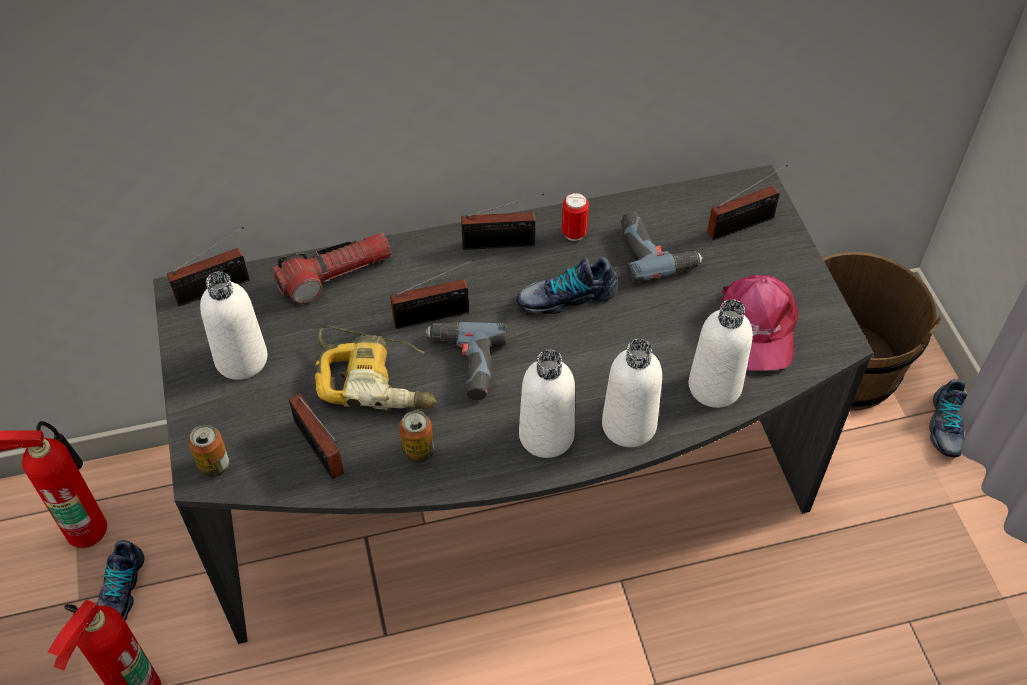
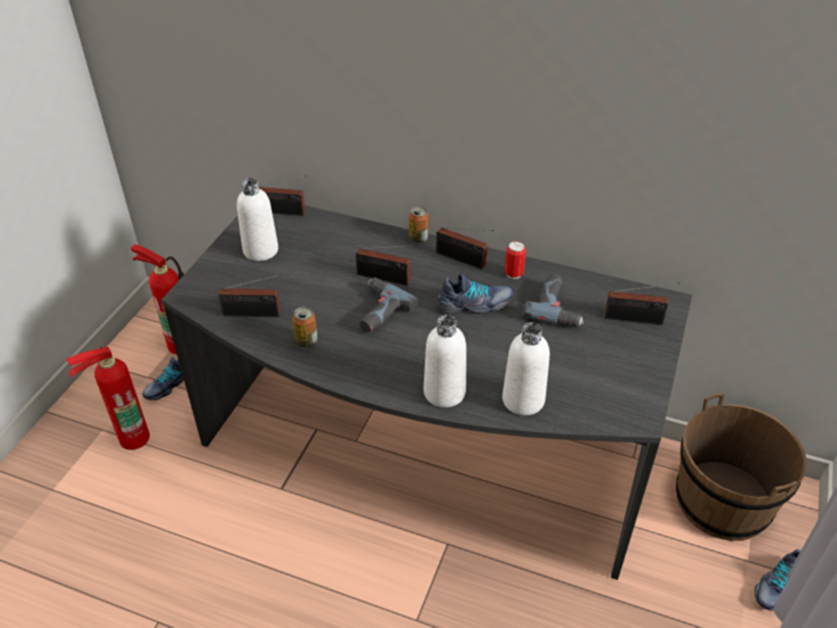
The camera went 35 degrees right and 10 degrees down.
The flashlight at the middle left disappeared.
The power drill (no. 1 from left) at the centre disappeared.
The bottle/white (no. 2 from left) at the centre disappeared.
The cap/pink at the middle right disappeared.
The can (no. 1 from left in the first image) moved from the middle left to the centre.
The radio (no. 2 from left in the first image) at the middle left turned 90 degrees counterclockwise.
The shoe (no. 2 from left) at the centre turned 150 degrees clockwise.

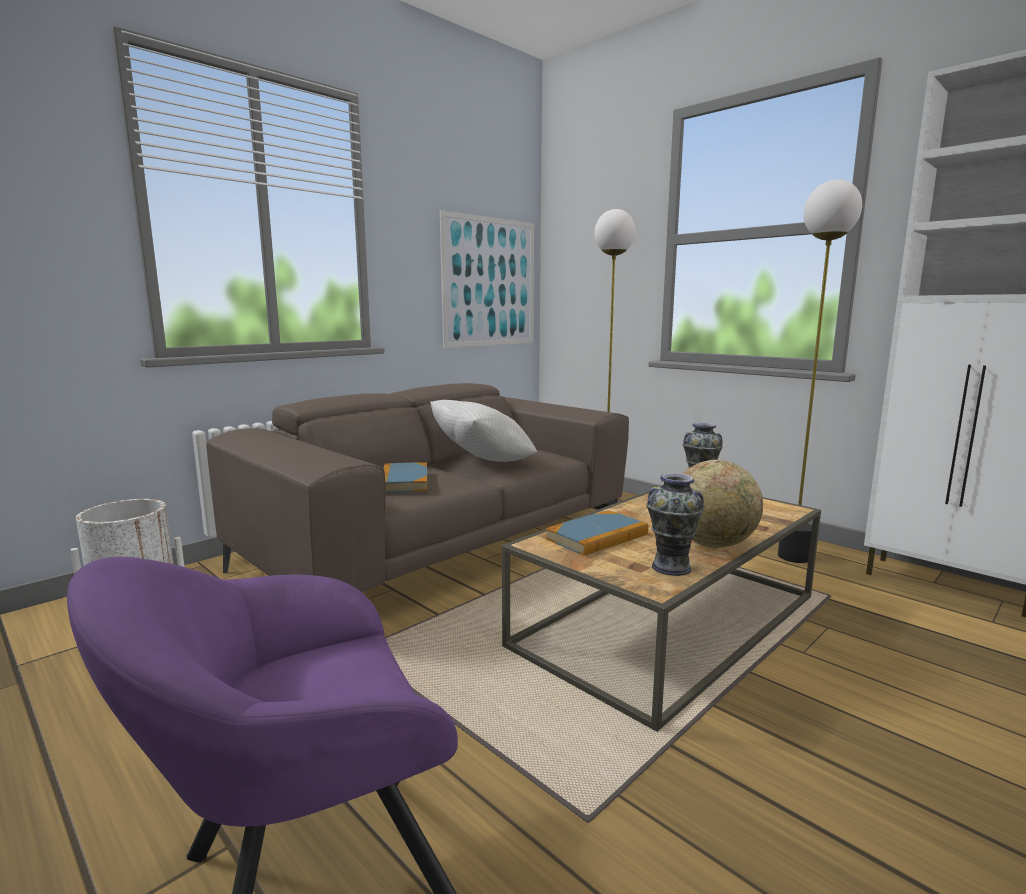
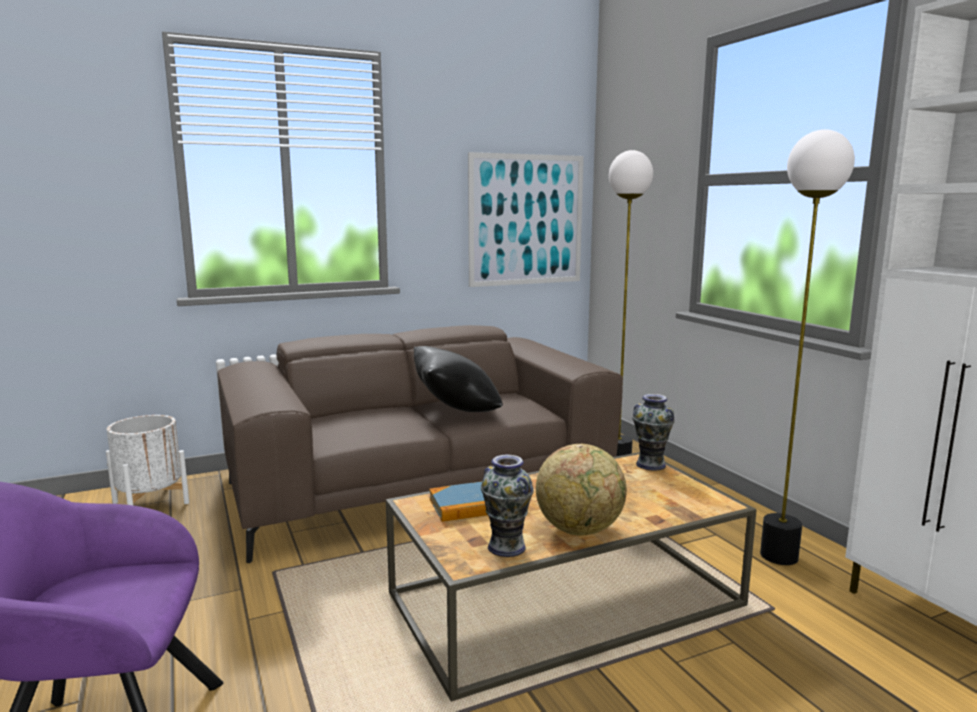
The camera went 20 degrees right and 0 degrees up.
The book (no. 1 from left) at the centre disappeared.
The pillow/white at the centre became the pillow/black at the centre.

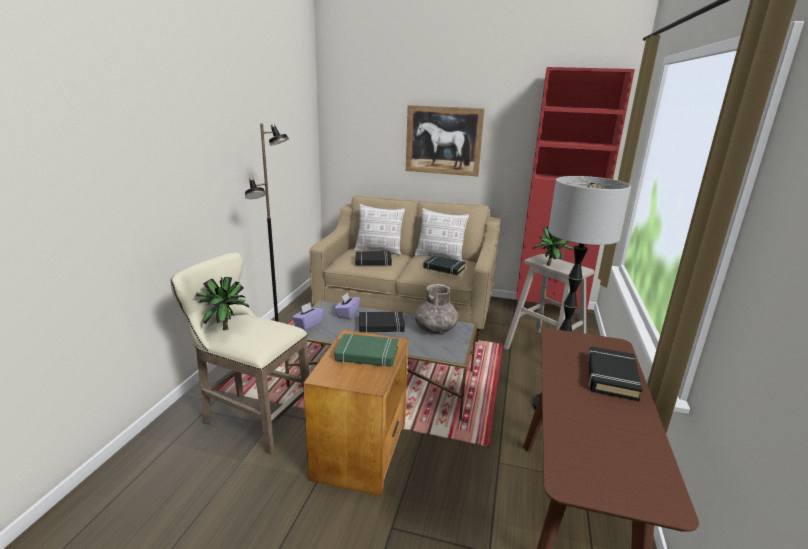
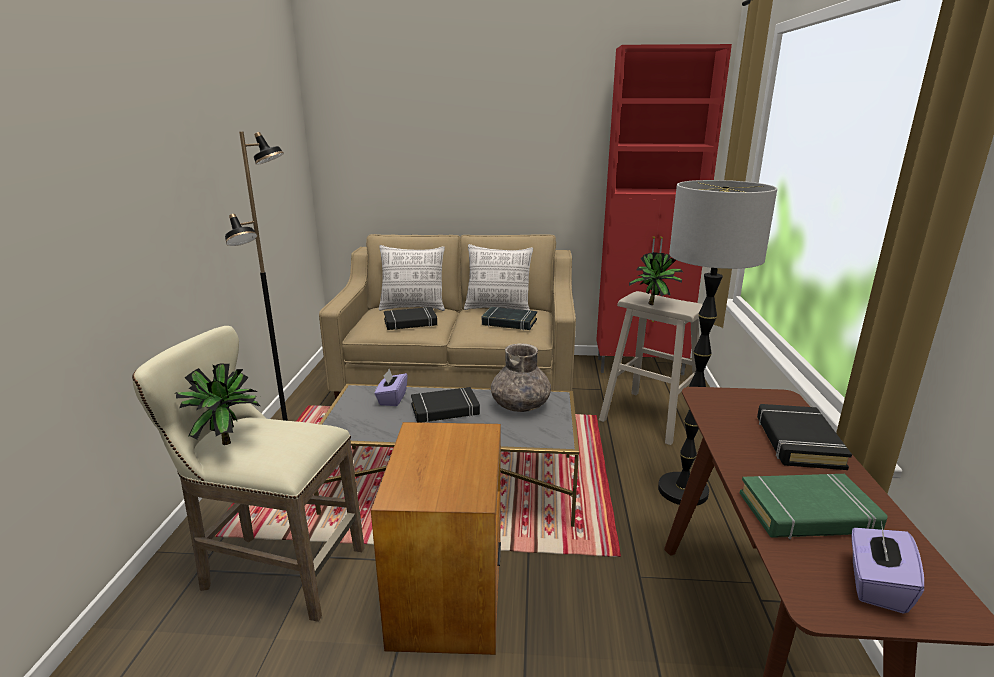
The camera went 10 degrees left and 0 degrees up.
The picture at the top centre disappeared.
The tissue box/purple (no. 1 from left in the first image) moved from the centre to the bottom right.
The book/green moved from the centre to the bottom right.

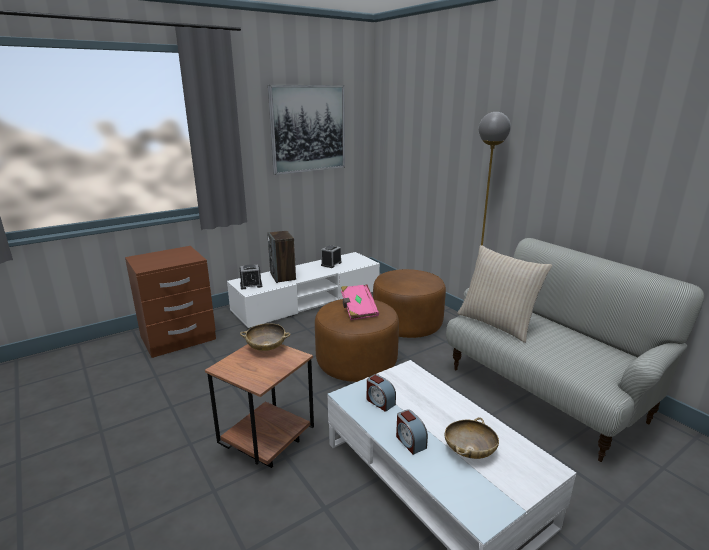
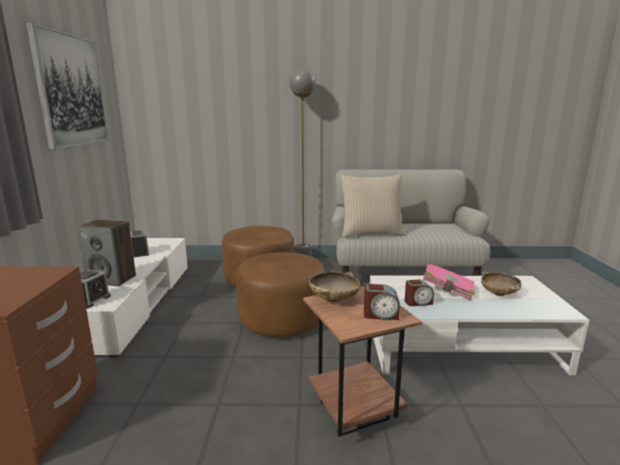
The camera went 55 degrees left and 5 degrees down.
The book/pink moved from the centre to the middle right.
The alarm clock (no. 4 from left in the first image) moved from the bottom centre to the centre.

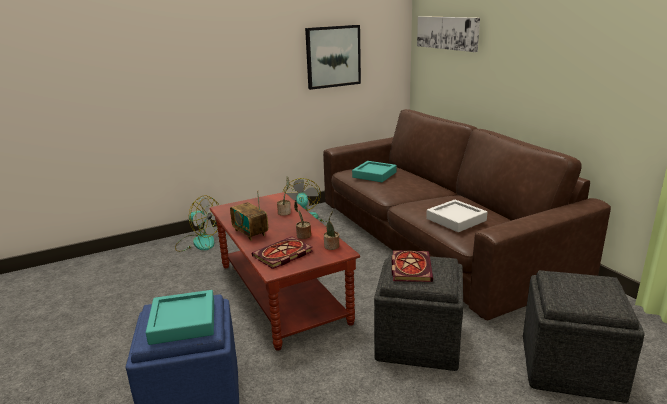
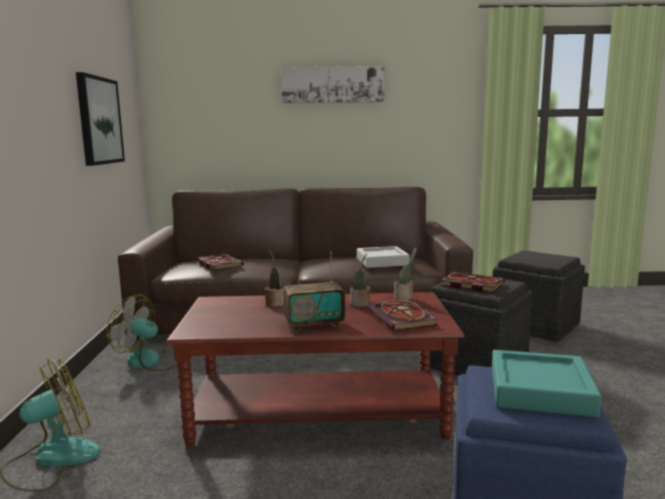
The camera went 65 degrees left and 10 degrees down.
The picture (no. 2 from left) moved from the top right to the top centre.
The tray/turquoise (no. 2 from left) at the centre was replaced by the book (no. 1 from left) at the middle left.

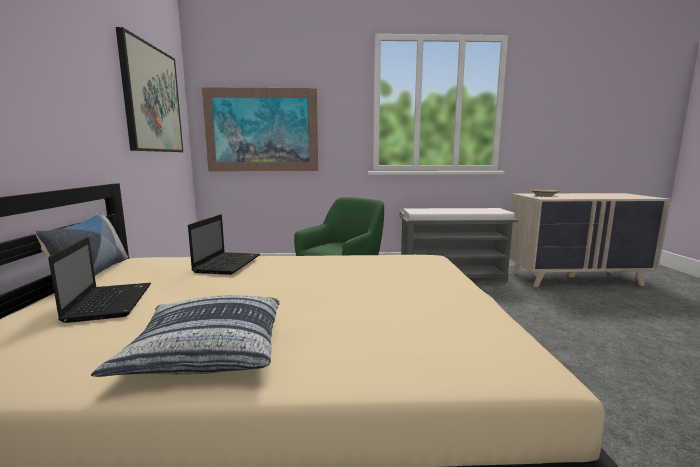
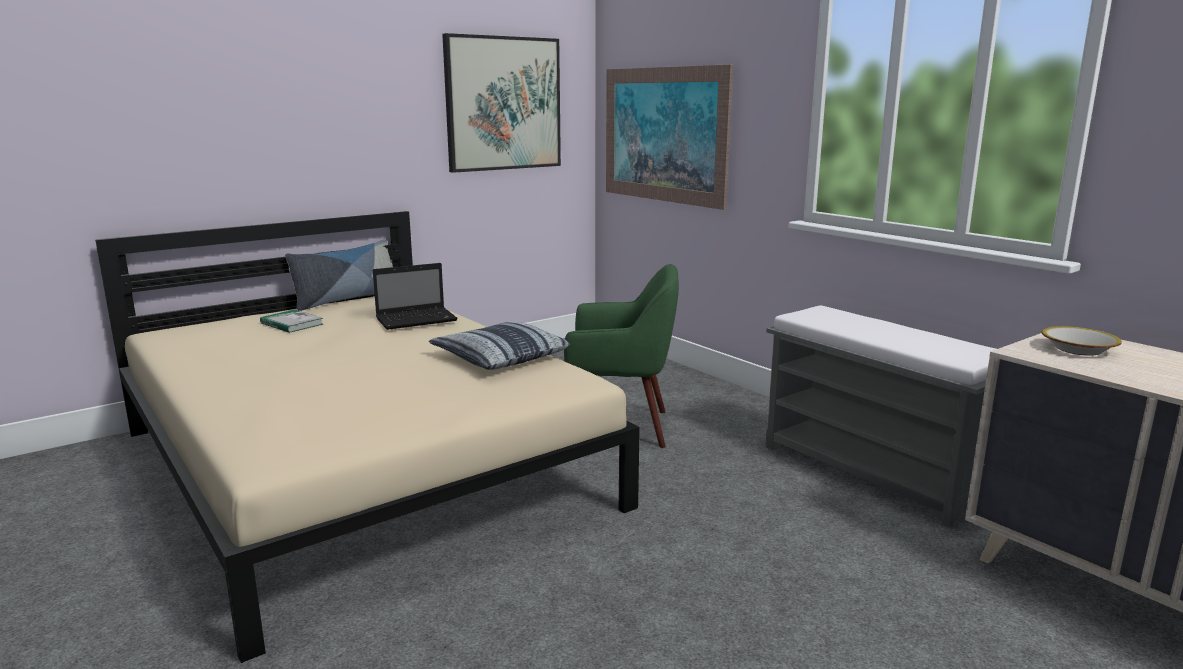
The camera went 55 degrees right and 5 degrees up.
The pillow (no. 2 from left) moved from the bottom left to the centre.
The laptop (no. 1 from left) at the middle left was replaced by the book at the middle left.

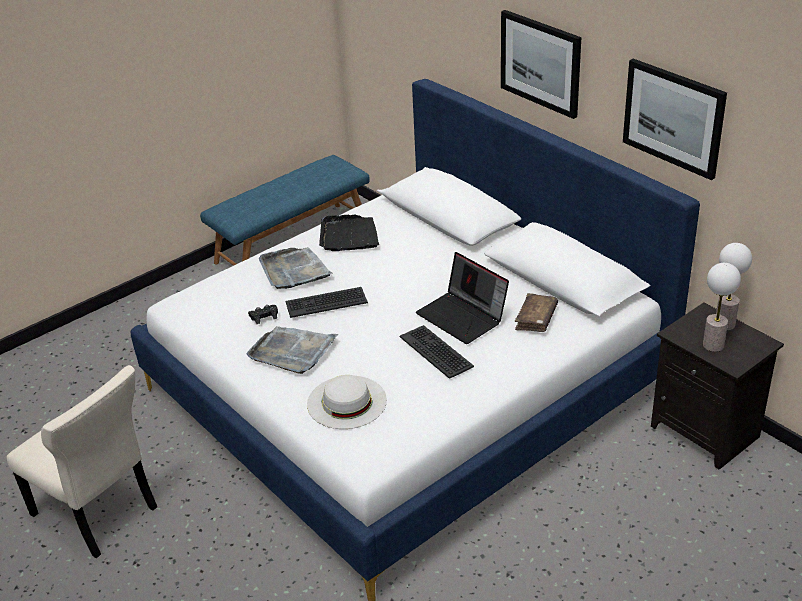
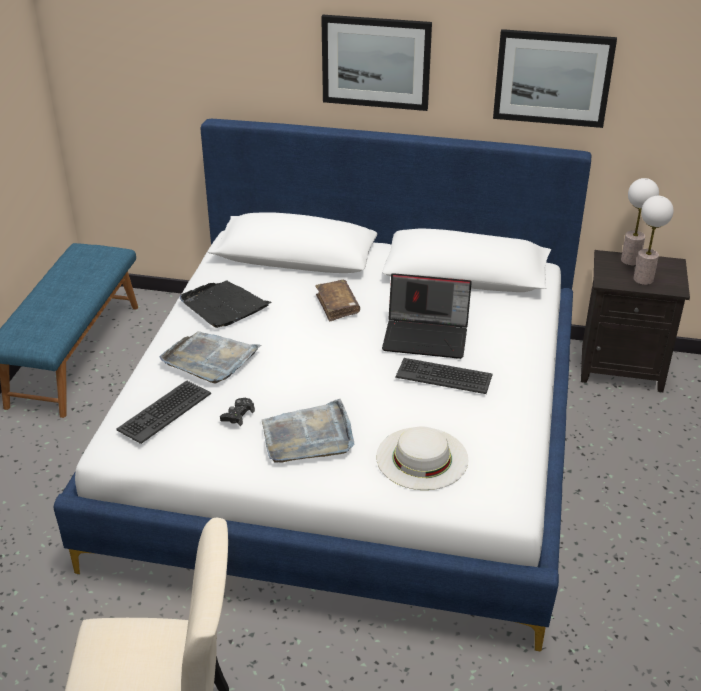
The camera went 40 degrees left and 0 degrees up.
The keyboard (no. 1 from left) moved from the centre to the middle left.
The book/brown moved from the middle right to the centre.

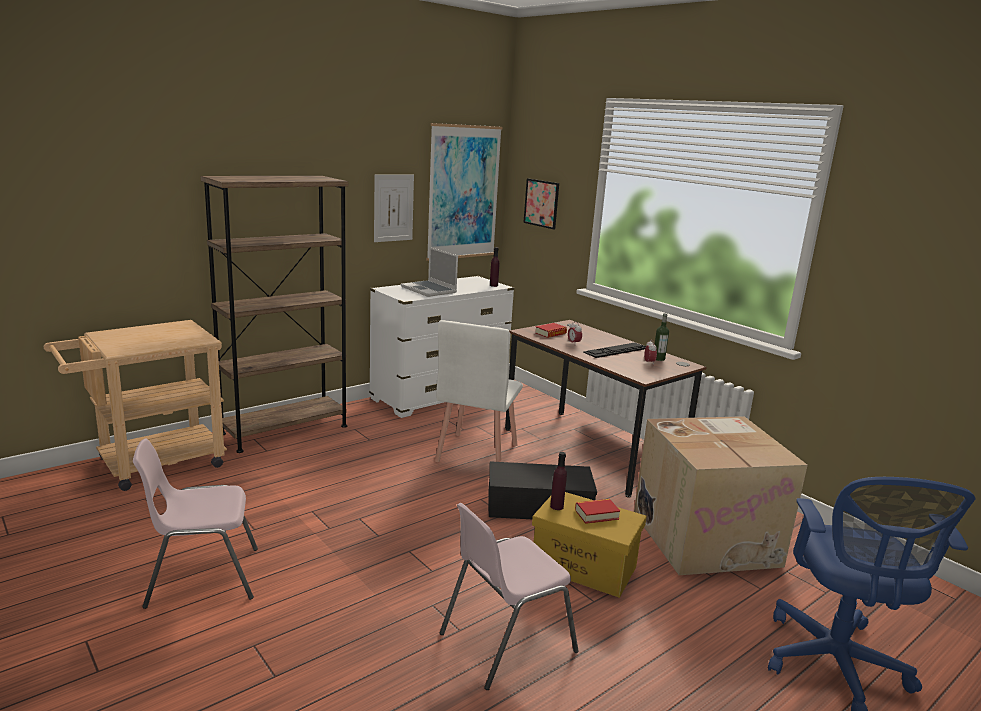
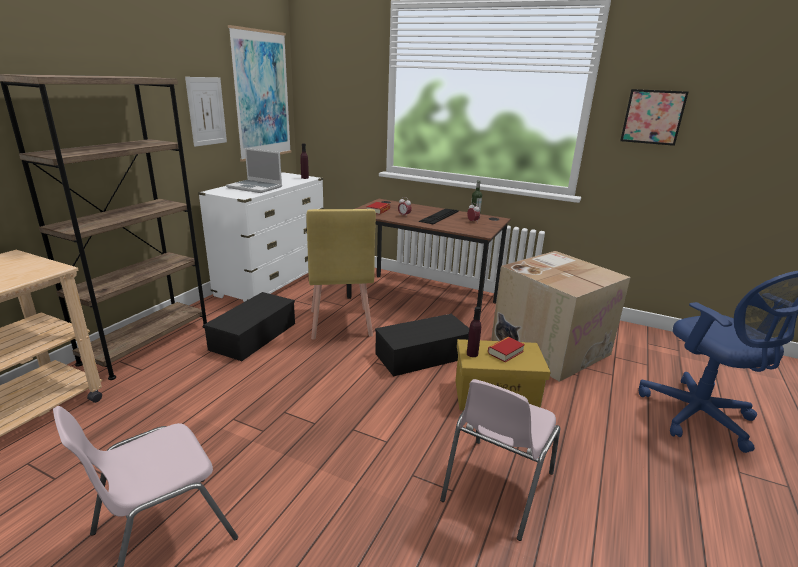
The camera went 25 degrees left and 5 degrees up.
The storage box/black (no. 1 from left) at the middle left appeared.
The picture (no. 3 from left) moved from the top centre to the top right.
The chair/white at the centre became the chair/yellow at the centre.

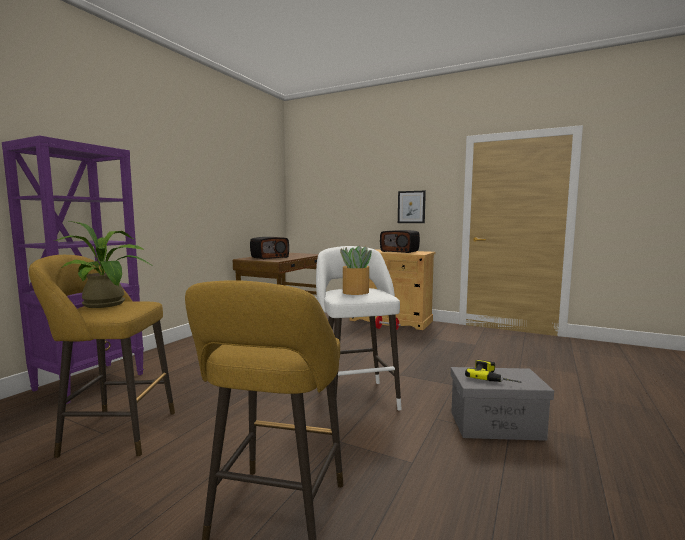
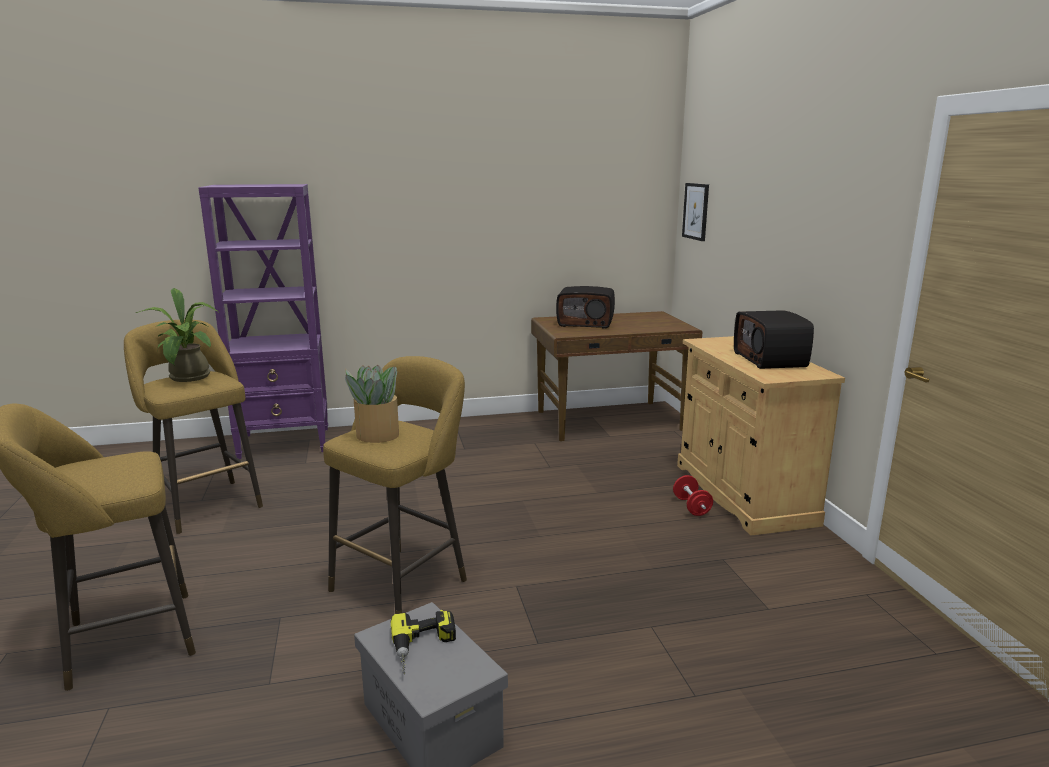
The camera went 50 degrees right and 10 degrees up.
The picture moved from the centre to the top centre.
The stool/white at the centre became the stool/yellow (no. 3 from left) at the centre.

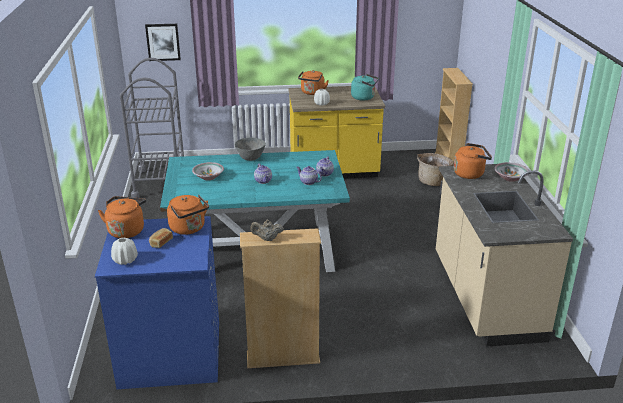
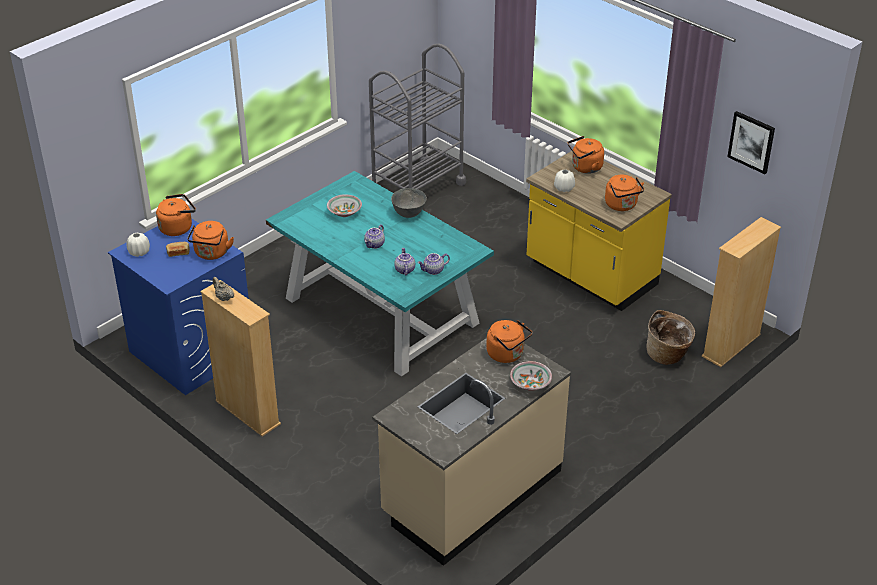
The camera went 50 degrees right and 10 degrees up.
The picture moved from the top left to the top right.
The kettle/turquoise at the top centre became the kettle/orange (no. 5 from left) at the top right.

